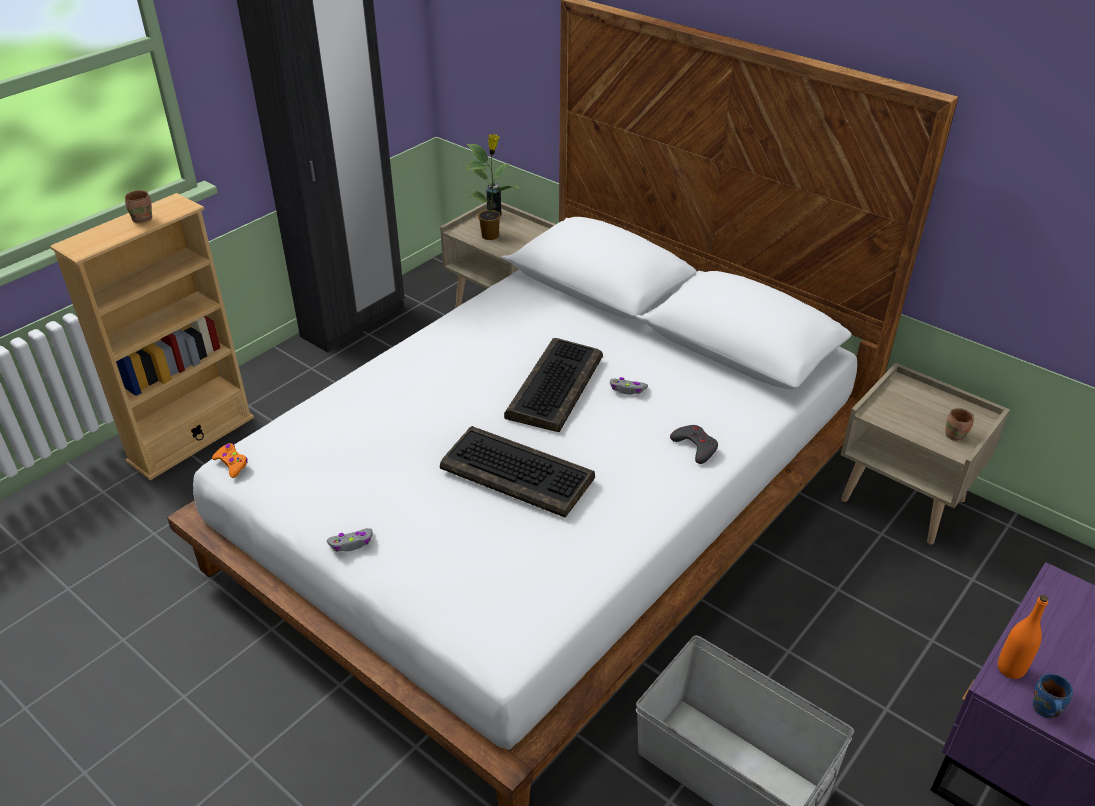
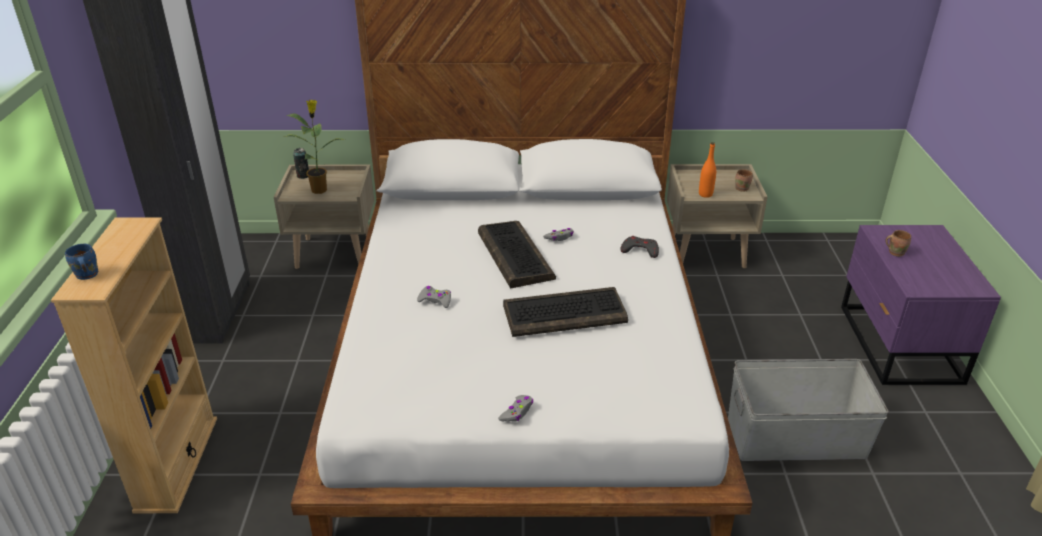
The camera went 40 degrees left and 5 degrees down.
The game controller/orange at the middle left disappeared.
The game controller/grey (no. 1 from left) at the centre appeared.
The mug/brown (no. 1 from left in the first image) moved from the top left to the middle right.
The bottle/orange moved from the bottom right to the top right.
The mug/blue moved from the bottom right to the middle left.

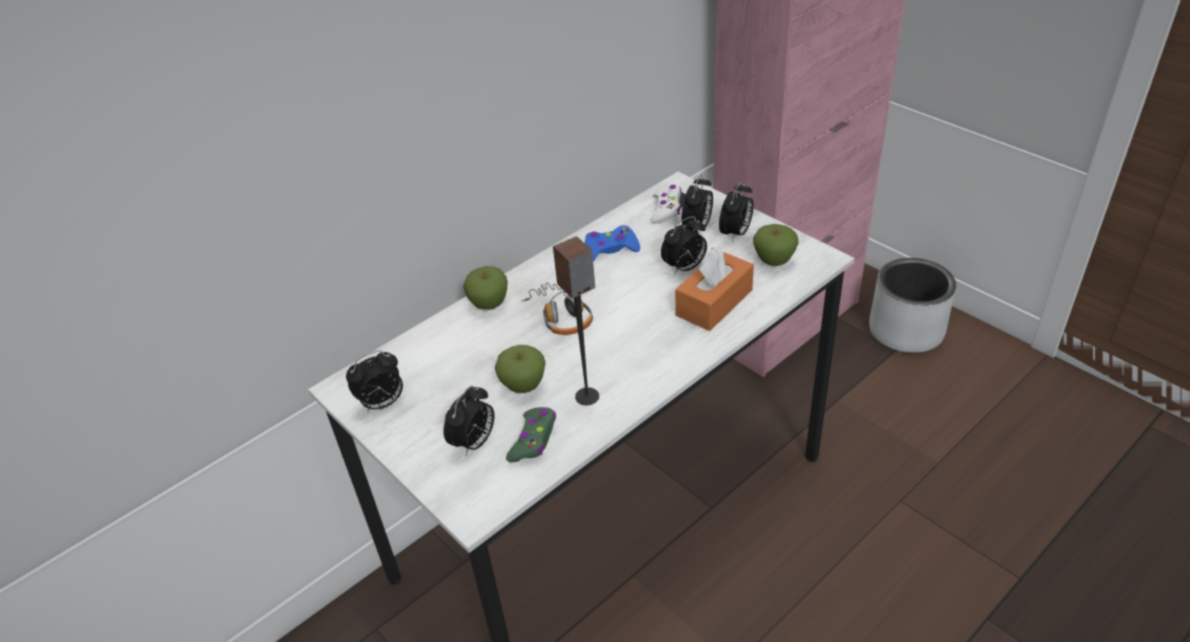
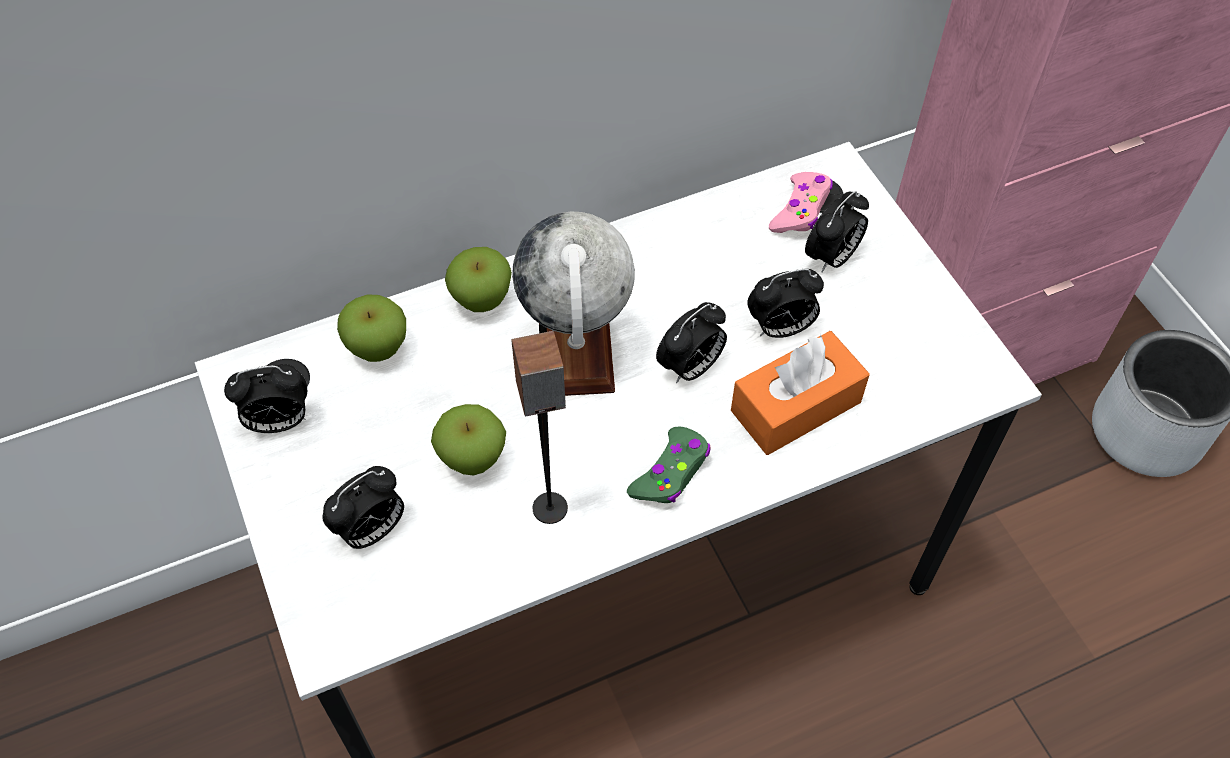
The camera went 15 degrees right and 15 degrees up.
The game controller/blue at the centre disappeared.
The game controller/green moved from the bottom centre to the centre.
The alarm clock (no. 5 from left in the first image) moved from the top centre to the centre.
The apple (no. 3 from left in the first image) moved from the centre to the middle left.
The headphones at the centre was replaced by the globe at the centre.
The game controller/white at the top centre became the game controller/pink at the top centre.

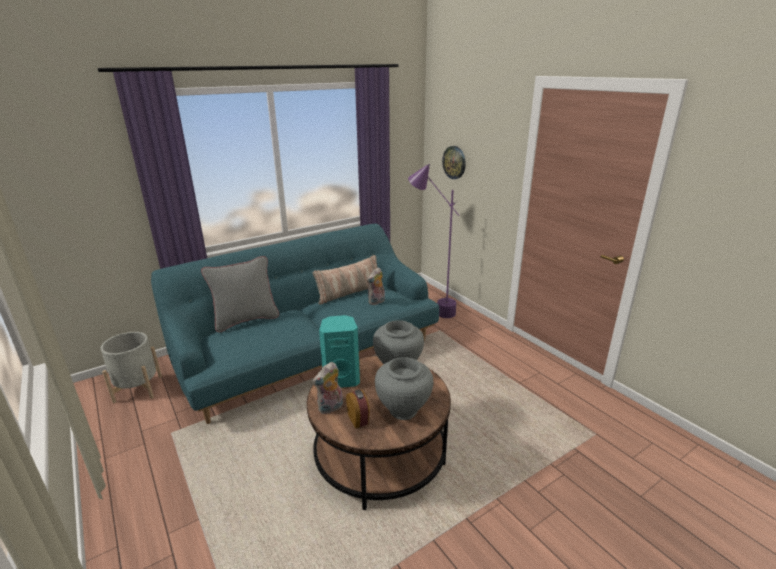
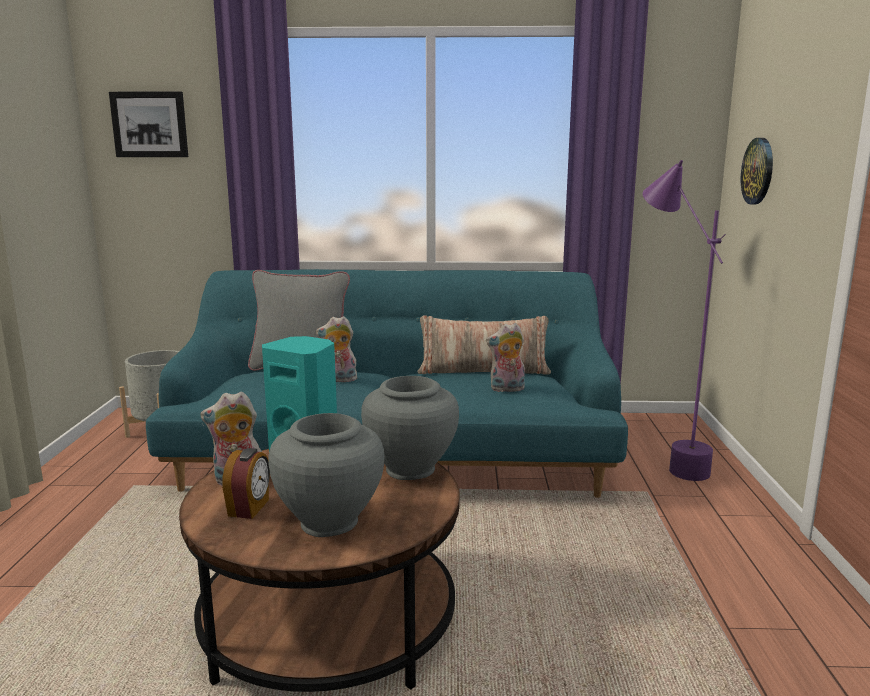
The camera went 35 degrees right and 10 degrees down.
The picture at the top left appeared.
The plush toy (no. 2 from left) at the centre appeared.

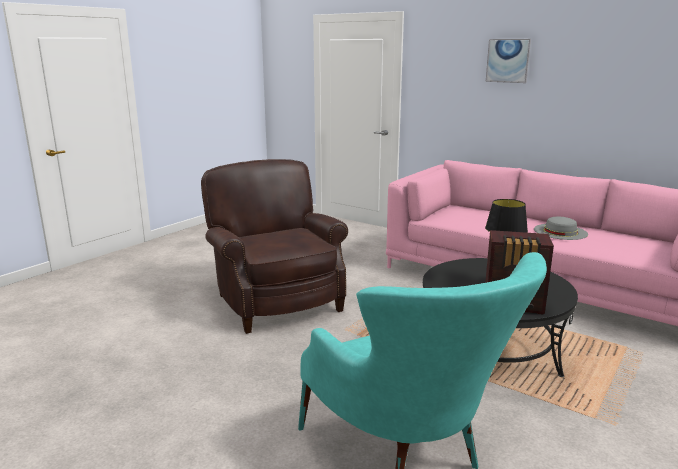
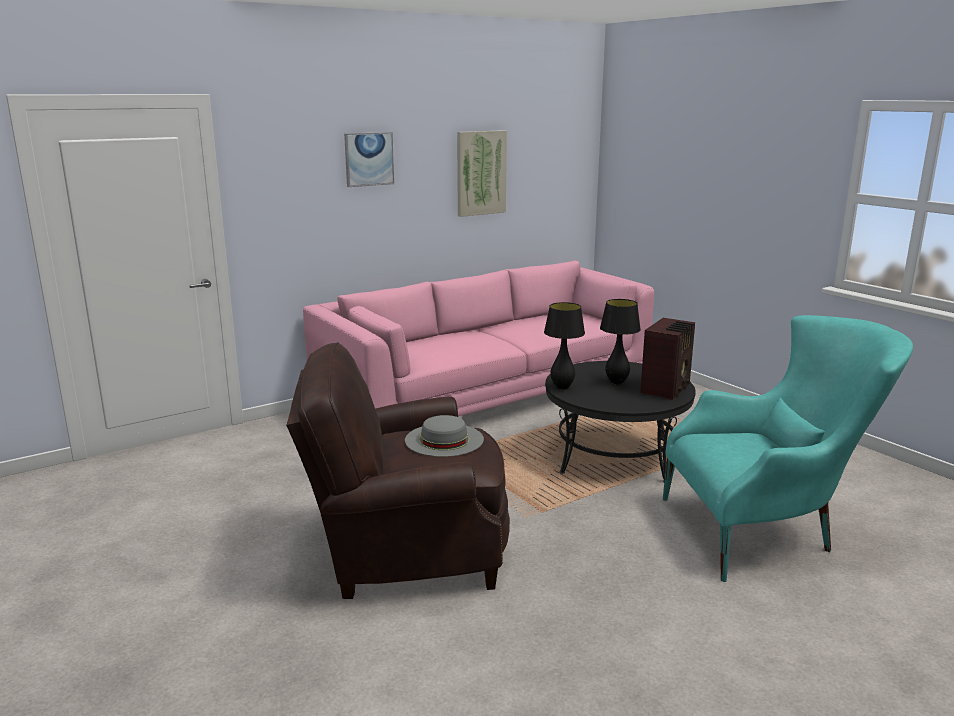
The camera went 70 degrees left and 0 degrees up.
The picture (no. 2 from left) at the top centre appeared.
The table lamp/black (no. 1 from left) at the centre appeared.
The hat/grey moved from the middle right to the centre.

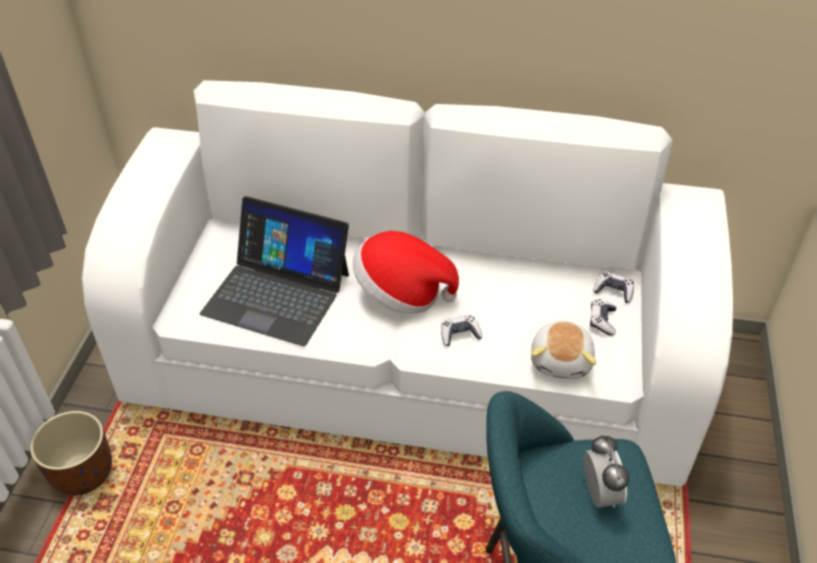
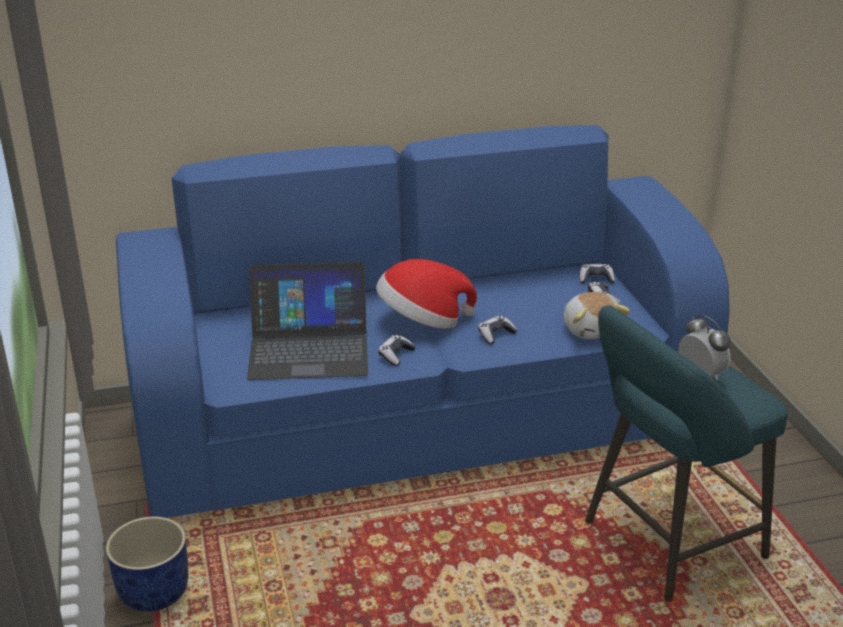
The camera went 25 degrees left and 15 degrees down.
The game controller (no. 1 from left) at the centre appeared.
The planter/brown at the bottom left became the planter/blue at the bottom left.
The sofa/white at the centre became the sofa/blue at the centre.

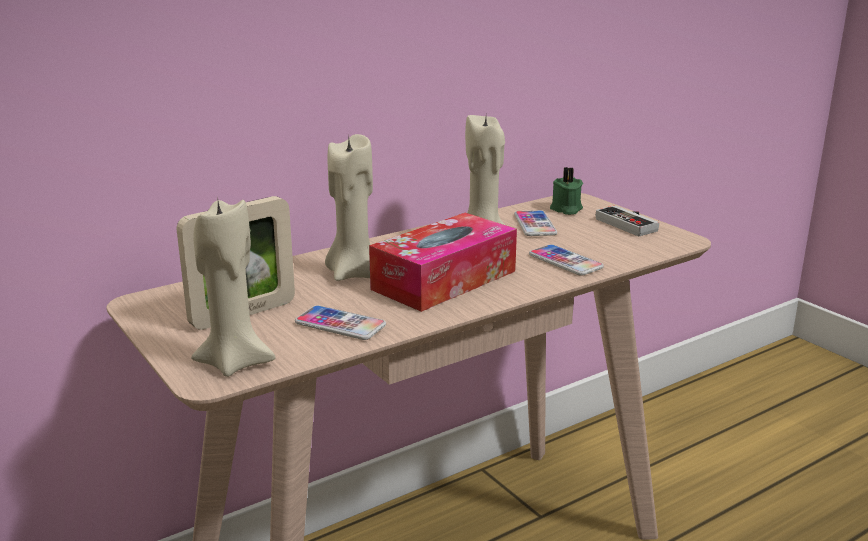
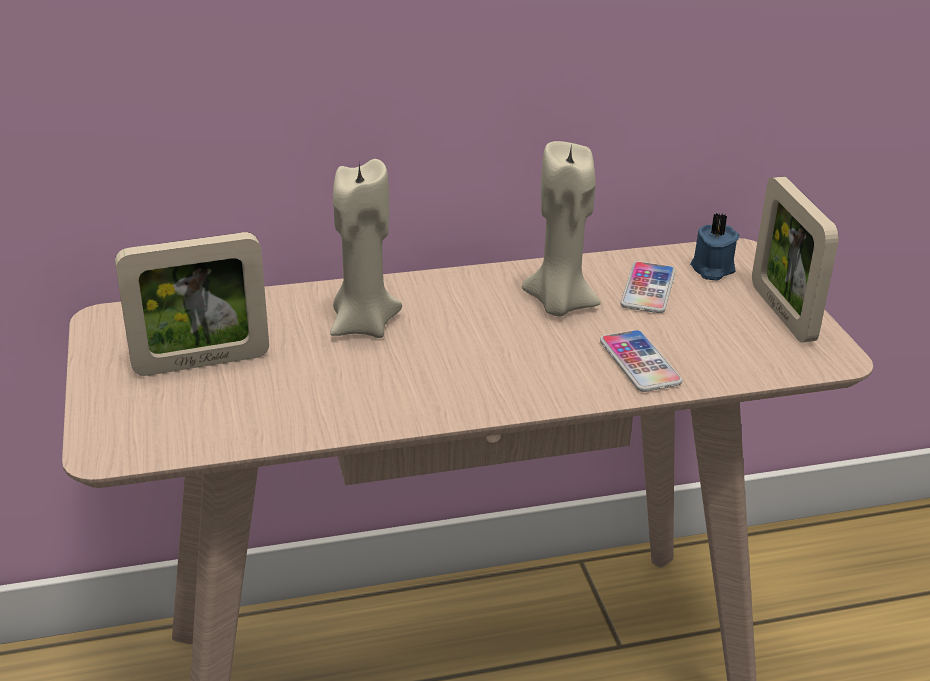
The camera went 20 degrees right and 10 degrees up.
The candle/beige (no. 1 from left) at the middle left disappeared.
The phone (no. 1 from left) at the centre disappeared.
The tissue box at the centre disappeared.
The game controller at the middle right was replaced by the picture frame (no. 2 from left) at the middle right.
The candle/green at the centre became the candle/blue at the middle right.

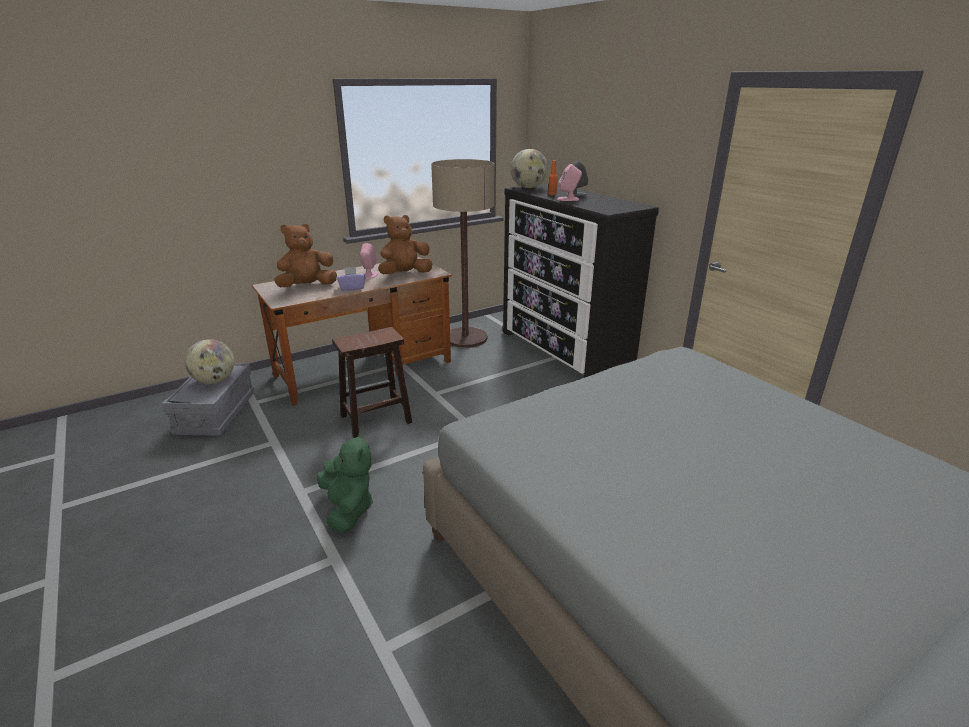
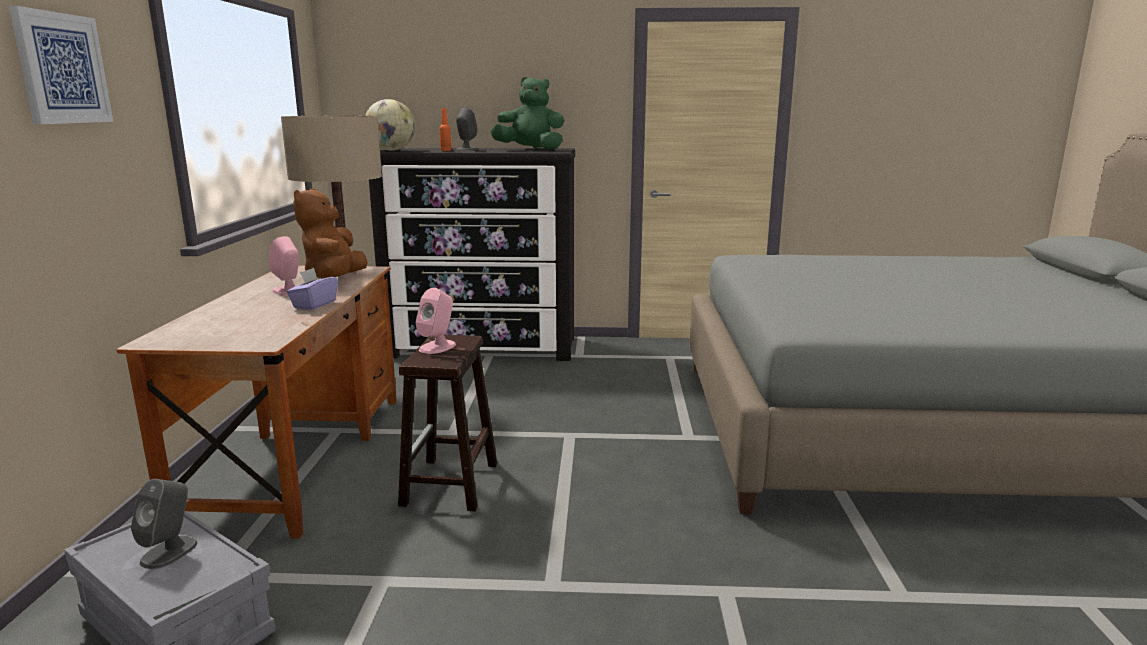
The camera went 55 degrees left and 10 degrees down.
The plush toy/brown (no. 1 from left) at the middle left disappeared.
The picture at the top left appeared.
The plush toy/green moved from the centre to the top centre.
The speaker/pink (no. 2 from left) moved from the top centre to the centre.
The globe (no. 1 from left) at the middle left was replaced by the speaker/grey (no. 1 from left) at the bottom left.

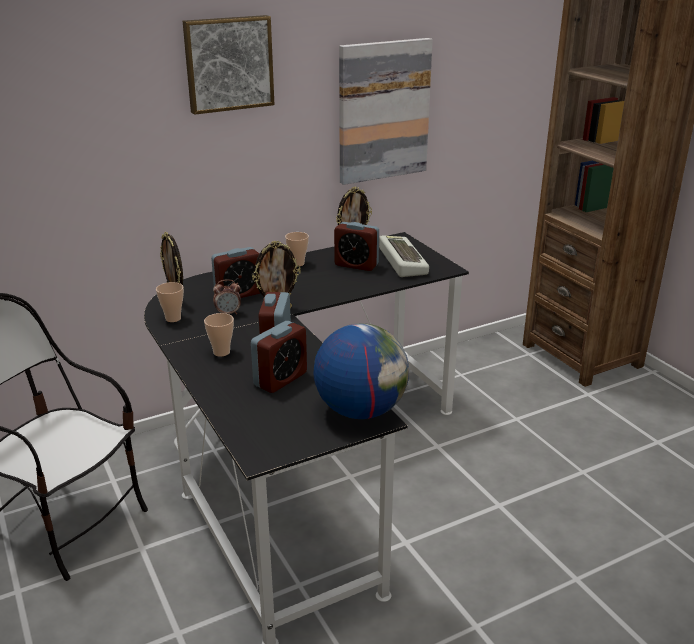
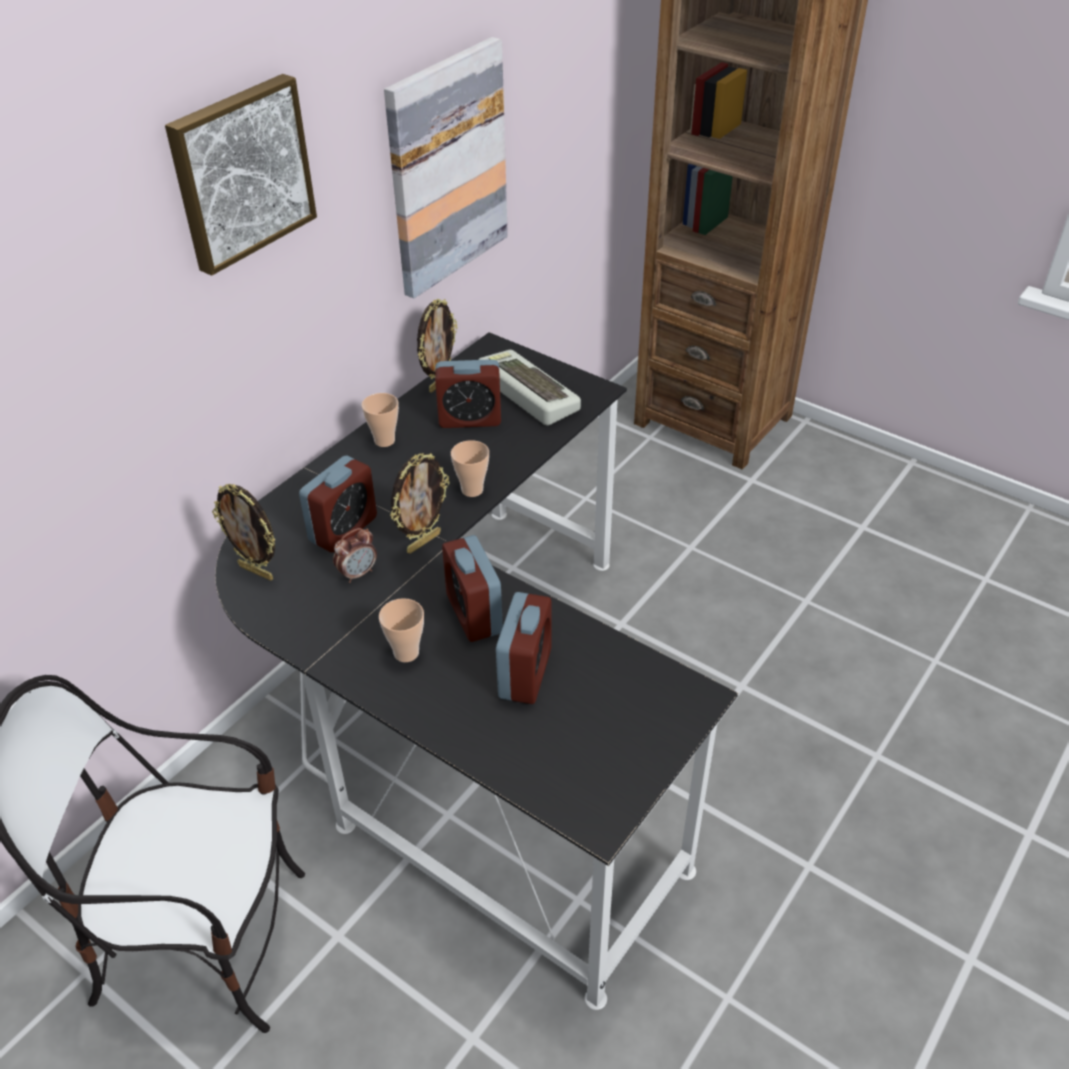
The camera went 25 degrees left and 15 degrees up.
The globe at the centre disappeared.
The cup (no. 1 from left in the first image) moved from the middle left to the centre.

